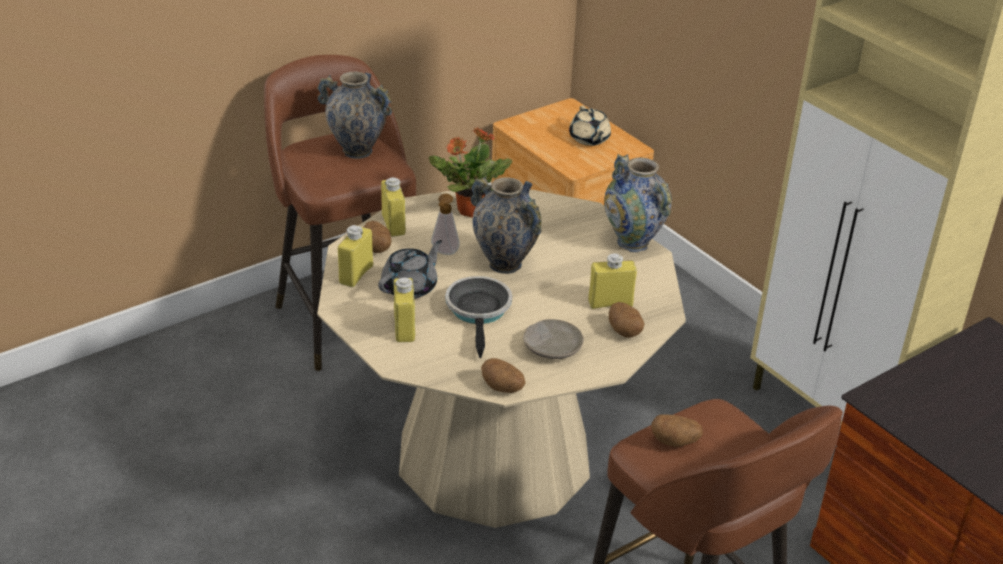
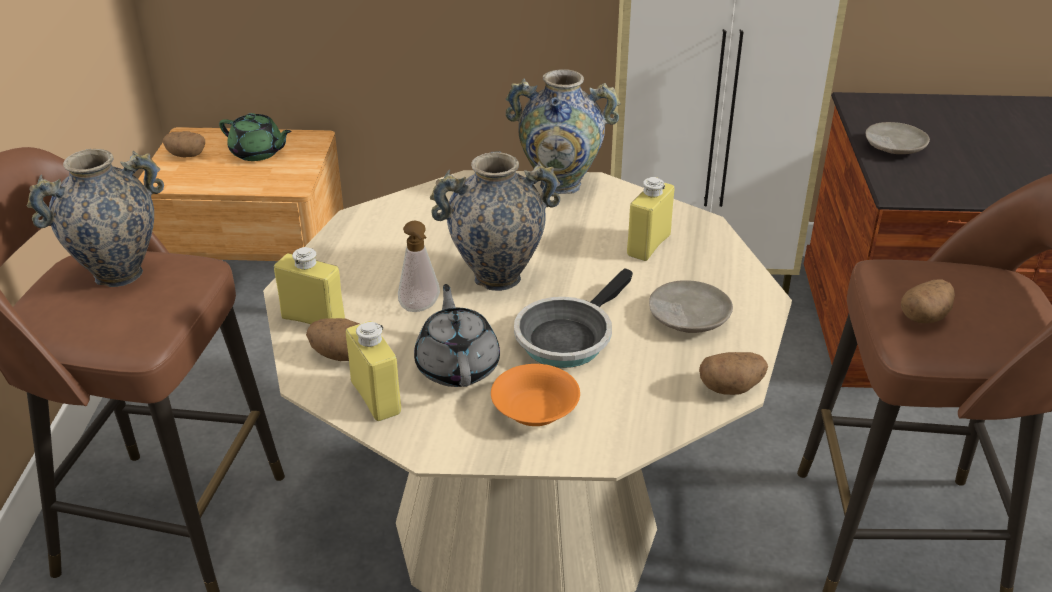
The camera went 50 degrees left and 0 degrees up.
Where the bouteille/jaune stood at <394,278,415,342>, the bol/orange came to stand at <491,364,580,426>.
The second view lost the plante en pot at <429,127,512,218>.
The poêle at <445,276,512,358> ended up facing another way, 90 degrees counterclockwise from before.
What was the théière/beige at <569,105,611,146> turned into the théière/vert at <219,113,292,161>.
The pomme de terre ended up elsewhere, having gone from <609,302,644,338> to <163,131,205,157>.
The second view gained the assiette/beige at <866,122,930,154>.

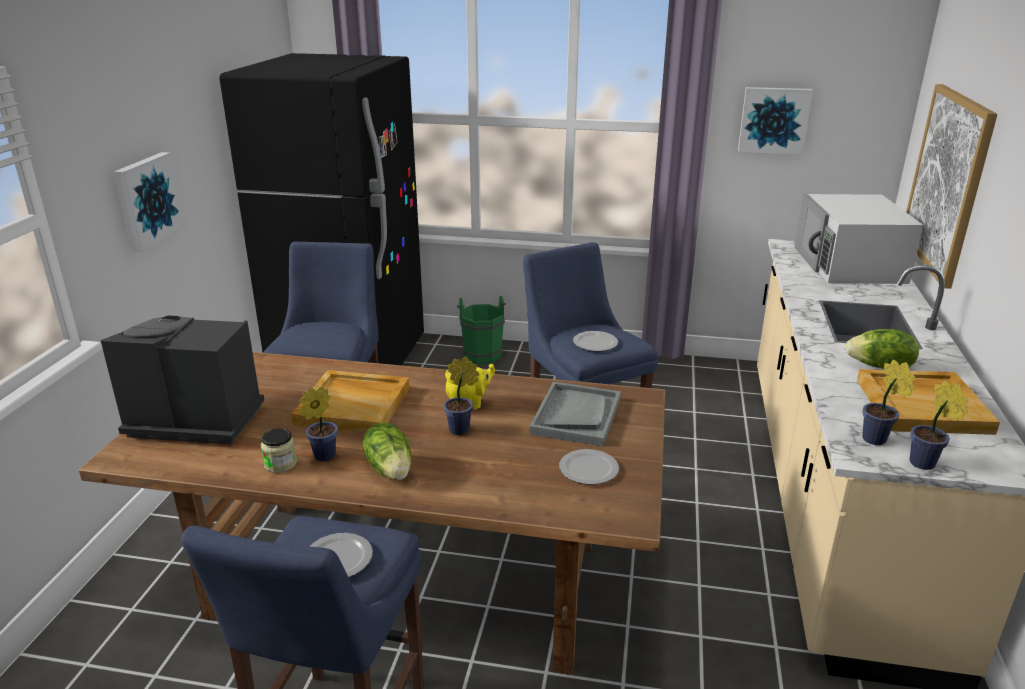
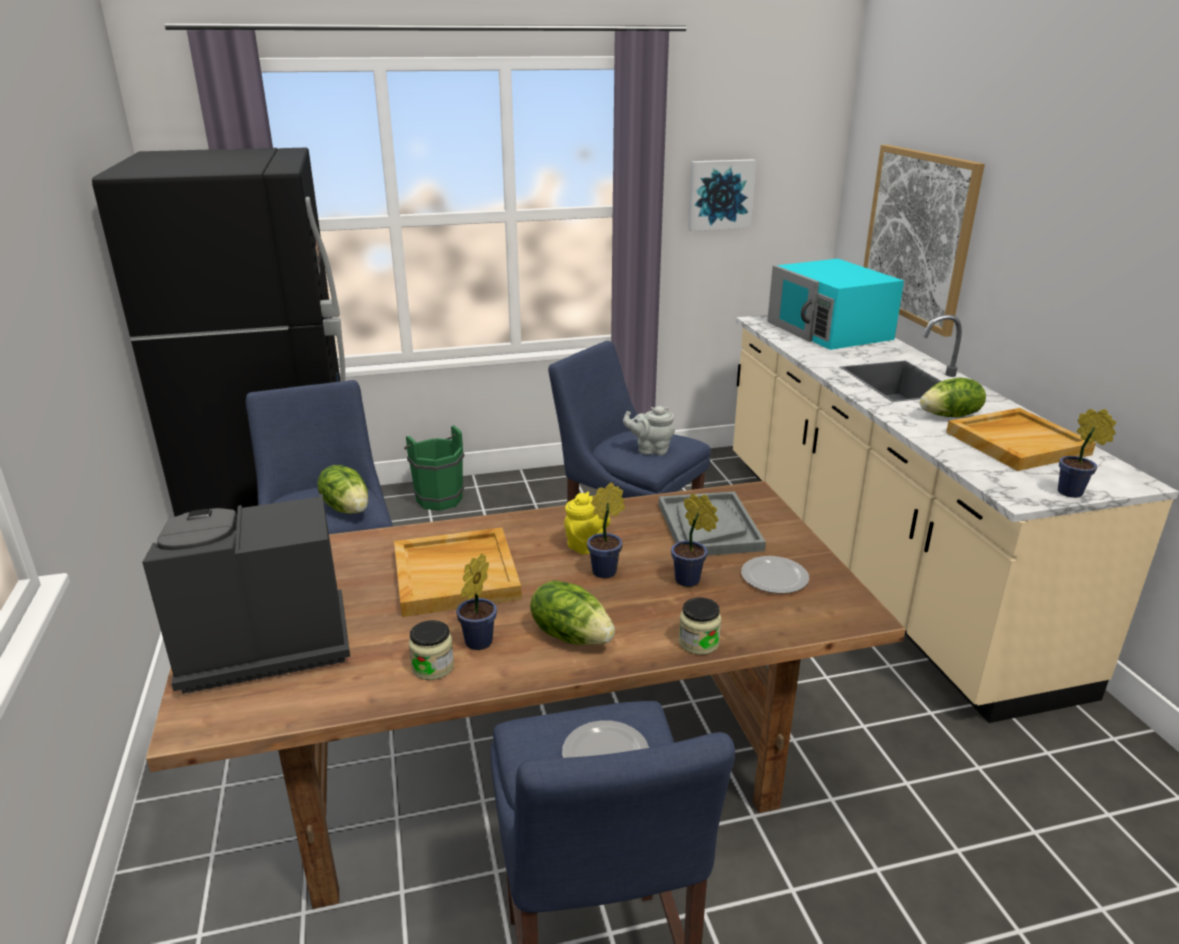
The camera went 25 degrees left and 0 degrees up.
The second view lost the tableau at <114,152,185,252>.
Where the assiette stood at <573,331,618,351>, the théière/gris came to stand at <623,406,675,455>.
What was the micro-ondes/blanc at <794,194,923,284> turned into the micro-ondes/turquoise at <767,259,904,350>.
The plante en pot ended up elsewhere, having gone from <862,360,915,445> to <671,494,719,587>.
The second view gained the laitue at <317,465,368,514>.
The second view gained the bocal at <679,597,721,655>.

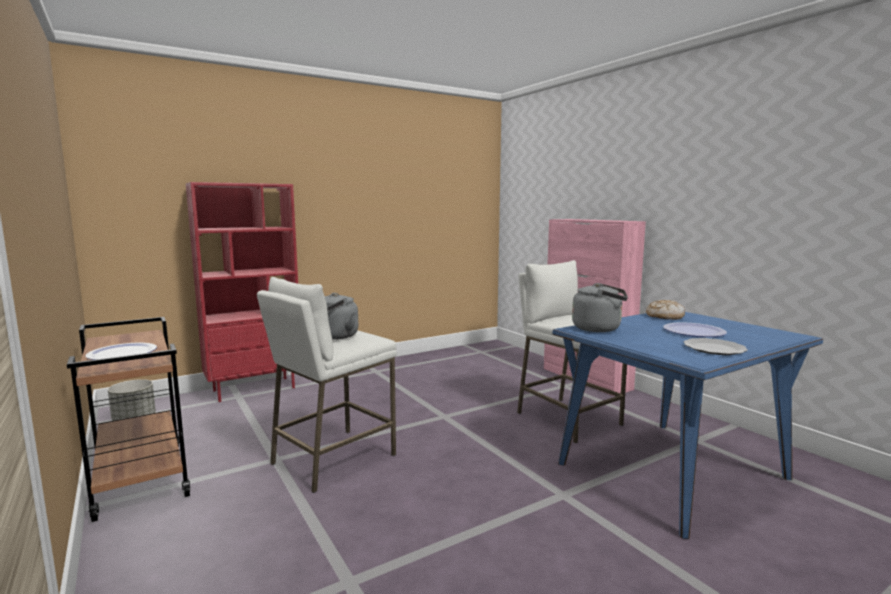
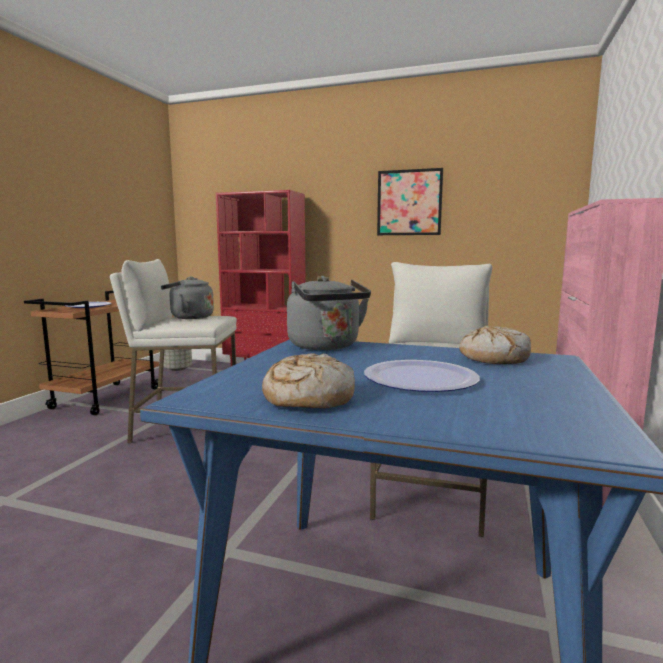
The camera went 50 degrees right and 0 degrees up.
Where the assiette stood at <684,338,748,355>, the pain came to stand at <262,353,355,408>.
The second view gained the tableau at <377,168,443,235>.

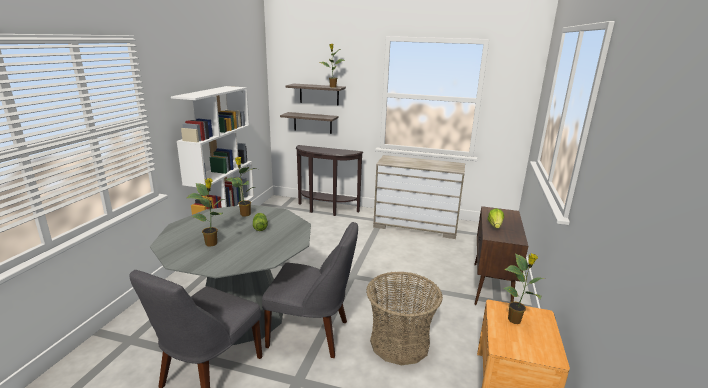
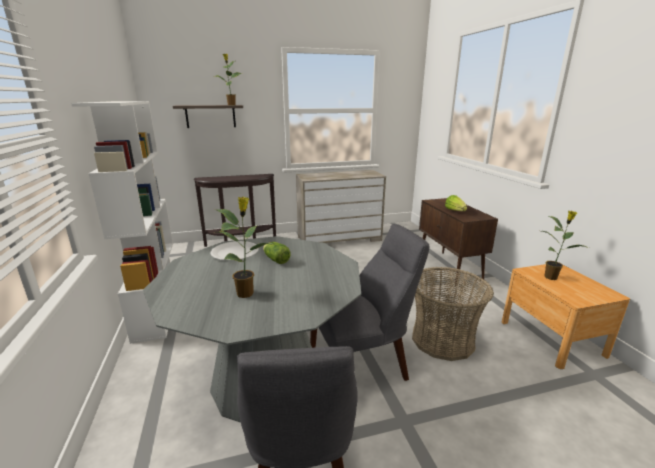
The camera went 30 degrees left and 0 degrees up.
Where the plante en pot stood at <225,157,256,217>, the assiette/blanc came to stand at <210,241,259,261>.
The second view lost the étagère at <280,112,338,134>.

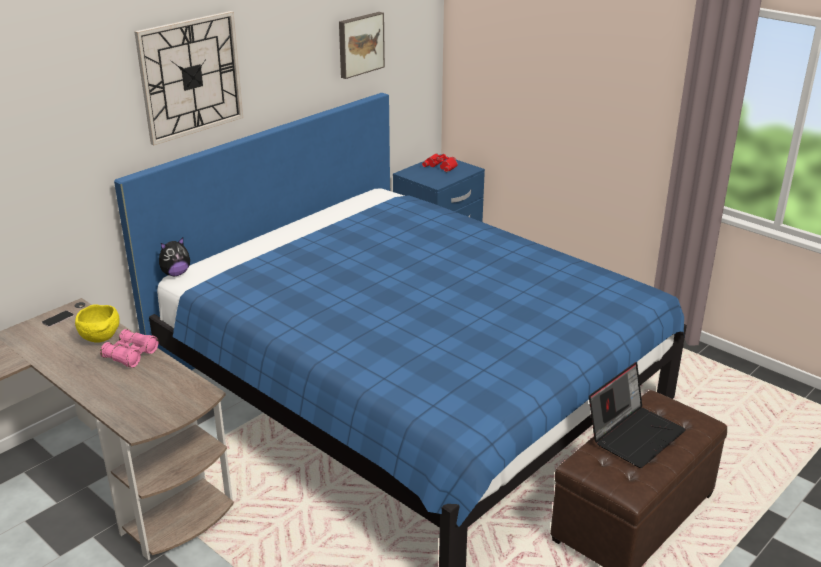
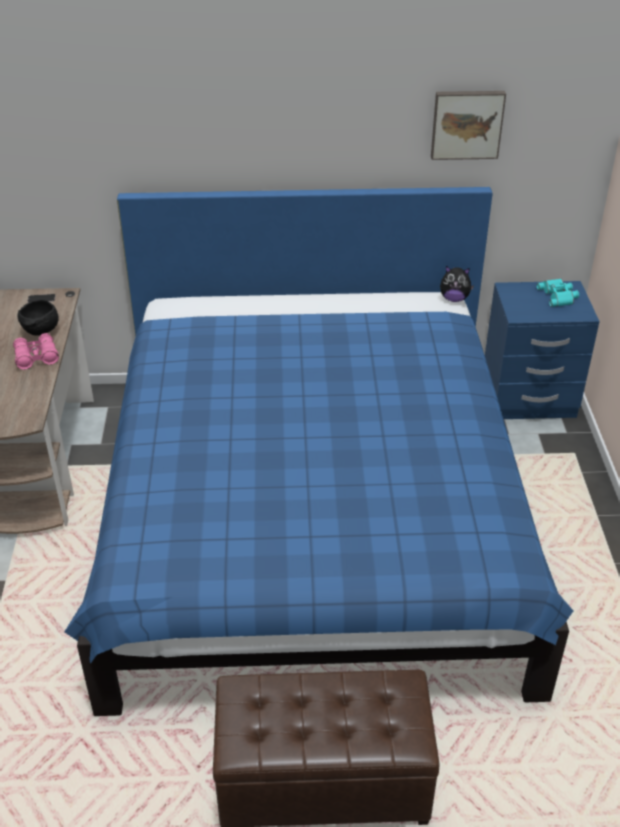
The camera went 45 degrees right and 10 degrees up.
What was the bol/jaune at <75,304,120,343> turned into the bol/noir at <18,299,59,336>.
The second view lost the horloge murale at <134,11,243,145>.
The peluche ended up elsewhere, having gone from <159,238,190,276> to <440,266,474,302>.
What was the jumelles/rouge at <422,153,458,172> turned into the jumelles/turquoise at <537,279,579,307>.
The second view lost the ordinateur portable at <589,362,686,468>.

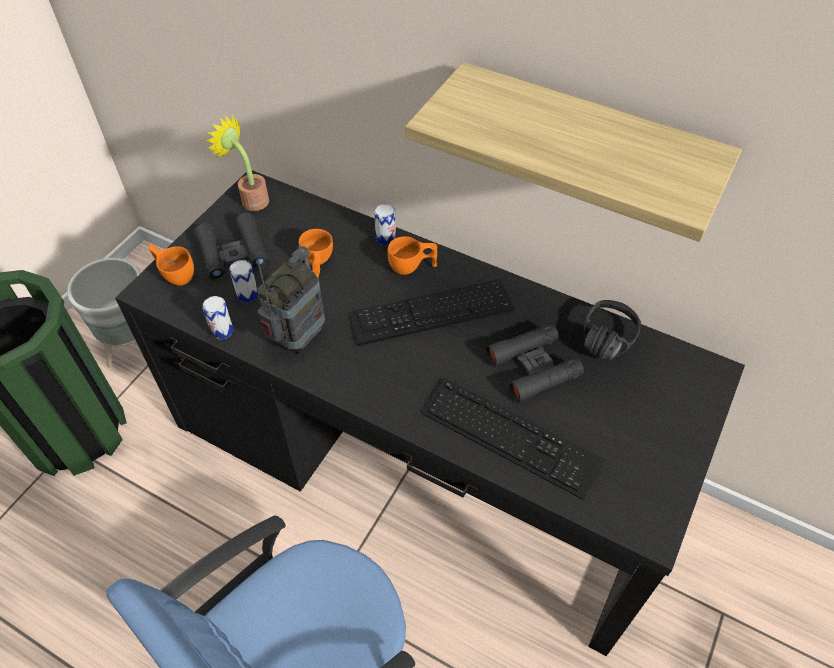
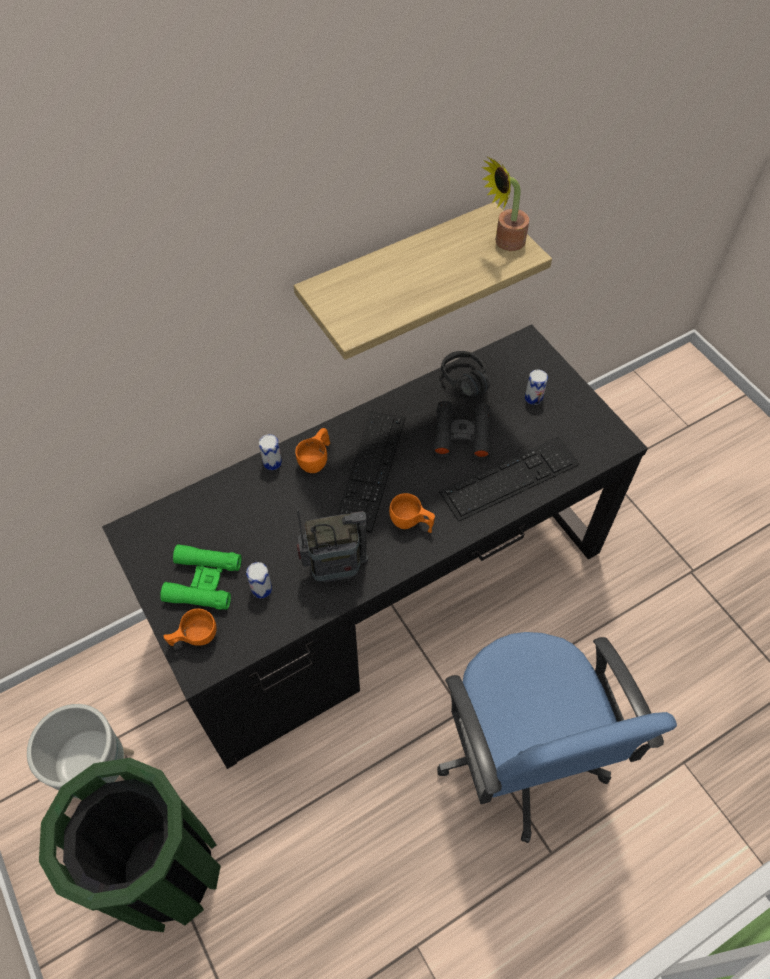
The camera went 60 degrees left and 5 degrees up.
What was the jumelles/noir at <194,213,268,281> turned into the jumelles/vert at <160,544,241,610>.
The boîte métallique ended up elsewhere, having gone from <202,296,233,339> to <525,370,548,405>.
The plante en pot ended up elsewhere, having gone from <205,114,269,211> to <481,157,529,251>.
The radio at <257,246,325,354> ended up facing another way, 105 degrees clockwise from before.
The tasse/orange ended up elsewhere, having gone from <299,229,333,277> to <389,493,435,533>.

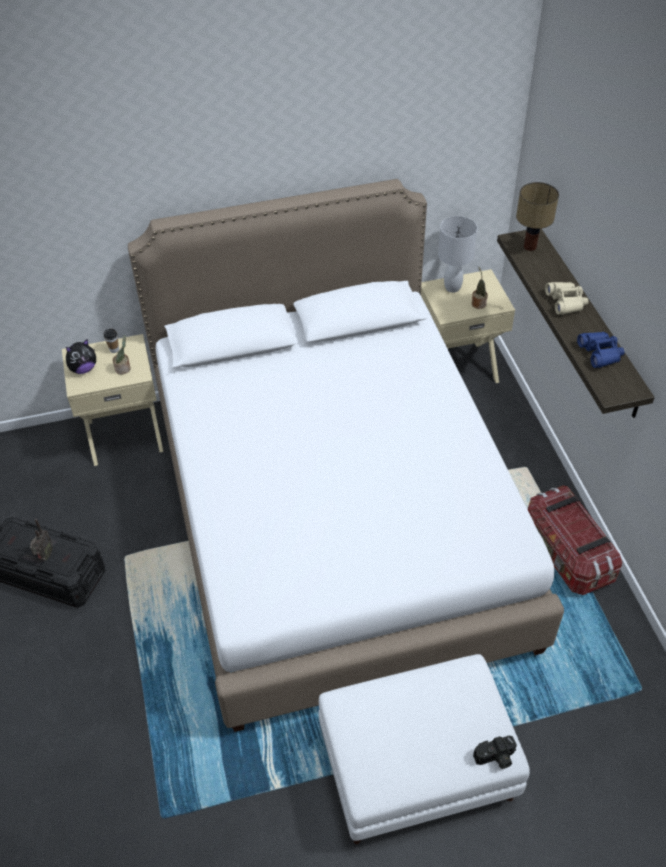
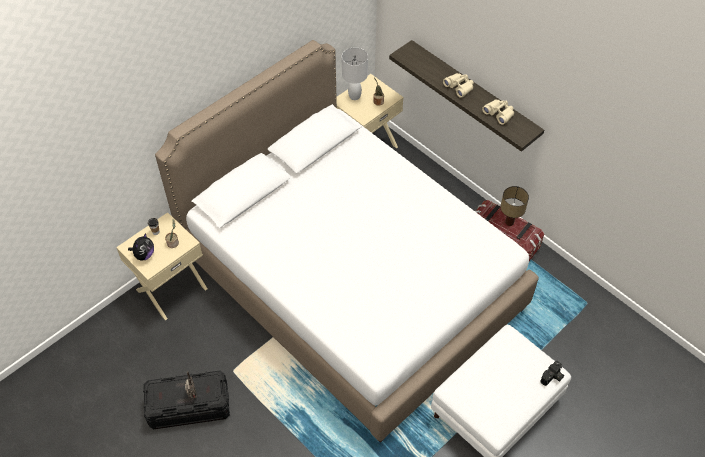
The camera went 30 degrees left and 5 degrees up.
The lampe de table ended up elsewhere, having gone from <516,182,559,251> to <500,186,529,226>.
What was the jumelles/bleu at <577,332,625,368> turned into the jumelles/beige at <482,100,514,125>.

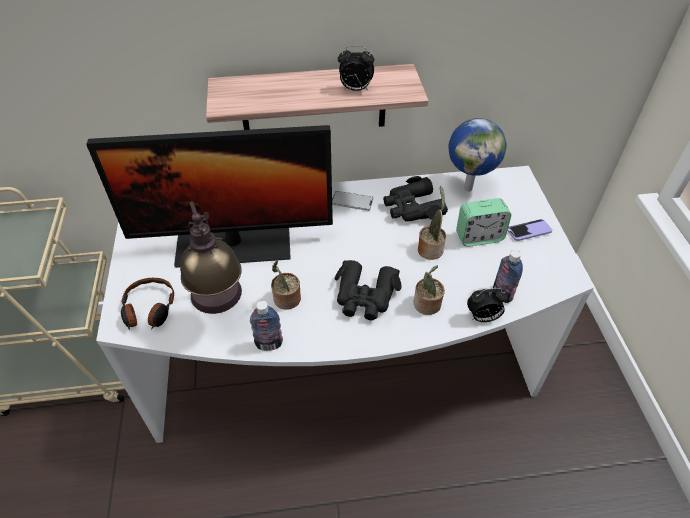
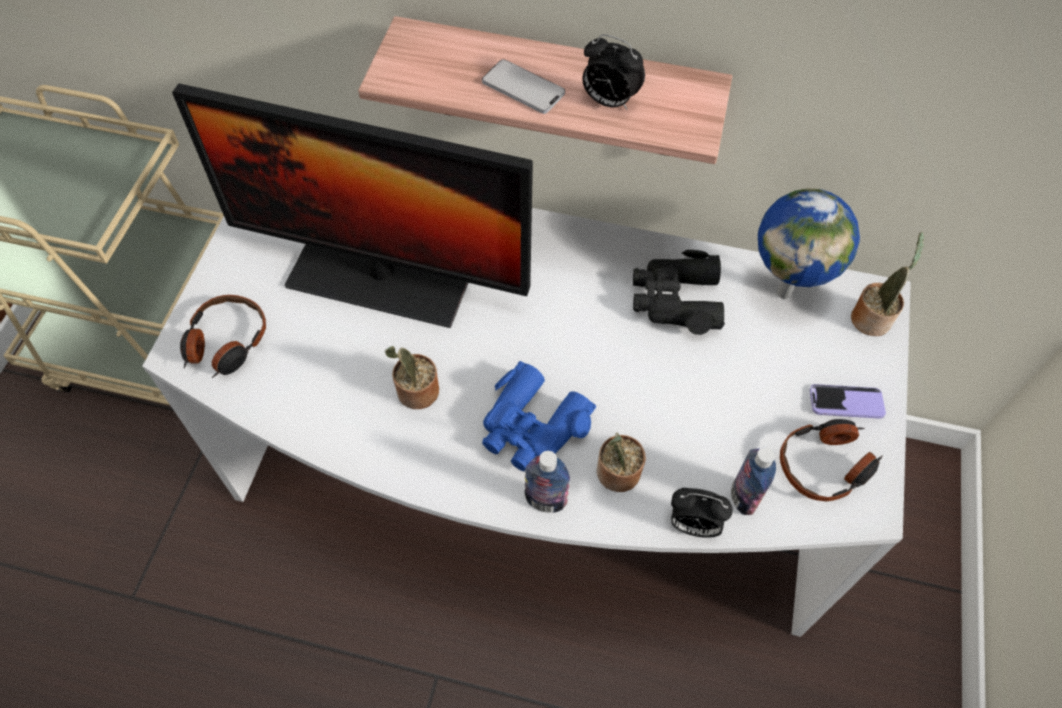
The camera went 20 degrees right and 10 degrees up.
The second view lost the lampe de table at <180,201,242,314>.
The bouteille ended up elsewhere, having gone from <250,301,283,351> to <524,451,570,513>.
The téléphone ended up elsewhere, having gone from <332,191,373,211> to <482,59,565,114>.
What was the jumelles/noir at <335,260,401,321> turned into the jumelles/bleu at <482,361,596,471>.
The plante en pot ended up elsewhere, having gone from <418,186,446,260> to <851,232,924,336>.
The second view lost the réveil at <456,198,511,247>.
The second view gained the casque audio at <780,419,883,502>.

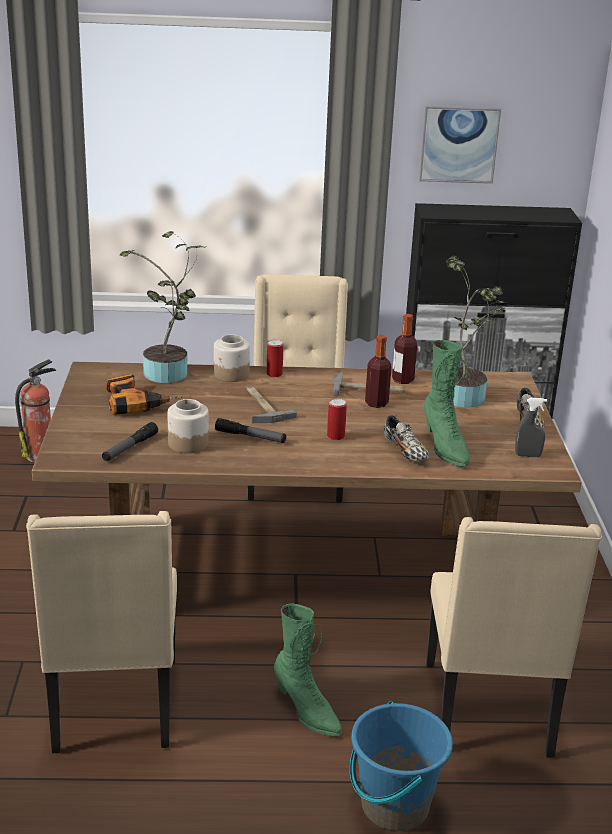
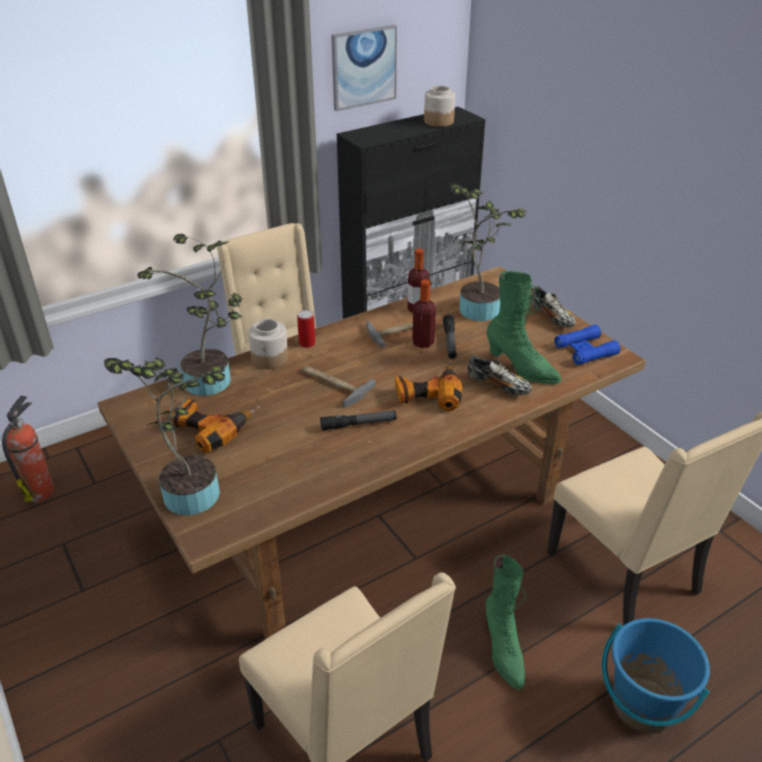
The camera went 30 degrees left and 10 degrees up.
The lampe de poche ended up elsewhere, having gone from <102,422,158,461> to <443,314,457,359>.
The bocal ended up elsewhere, having gone from <168,399,209,453> to <424,86,455,127>.
The botte/vert at <274,604,342,737> ended up facing another way, 60 degrees clockwise from before.
Where the boîte métallique stood at <327,398,347,440>, the perceuse came to stand at <395,360,462,411>.
Where the vaporisateur/gris stood at <515,398,547,457>, the jumelles/bleu came to stand at <554,325,621,365>.
The second view gained the plante en pot at <104,357,225,515>.

